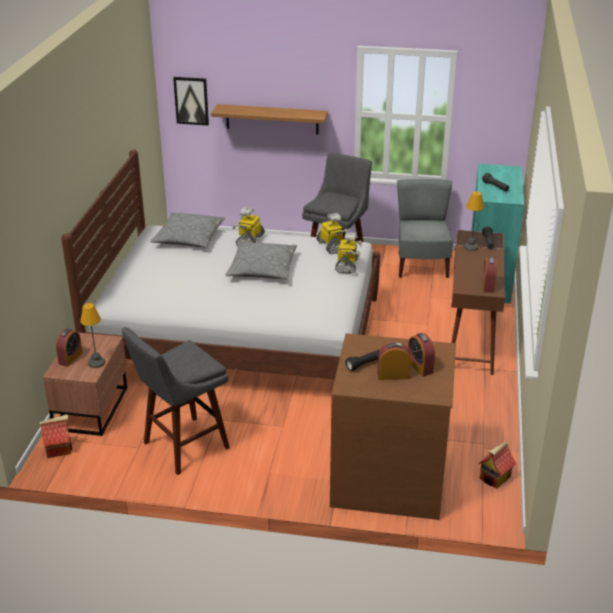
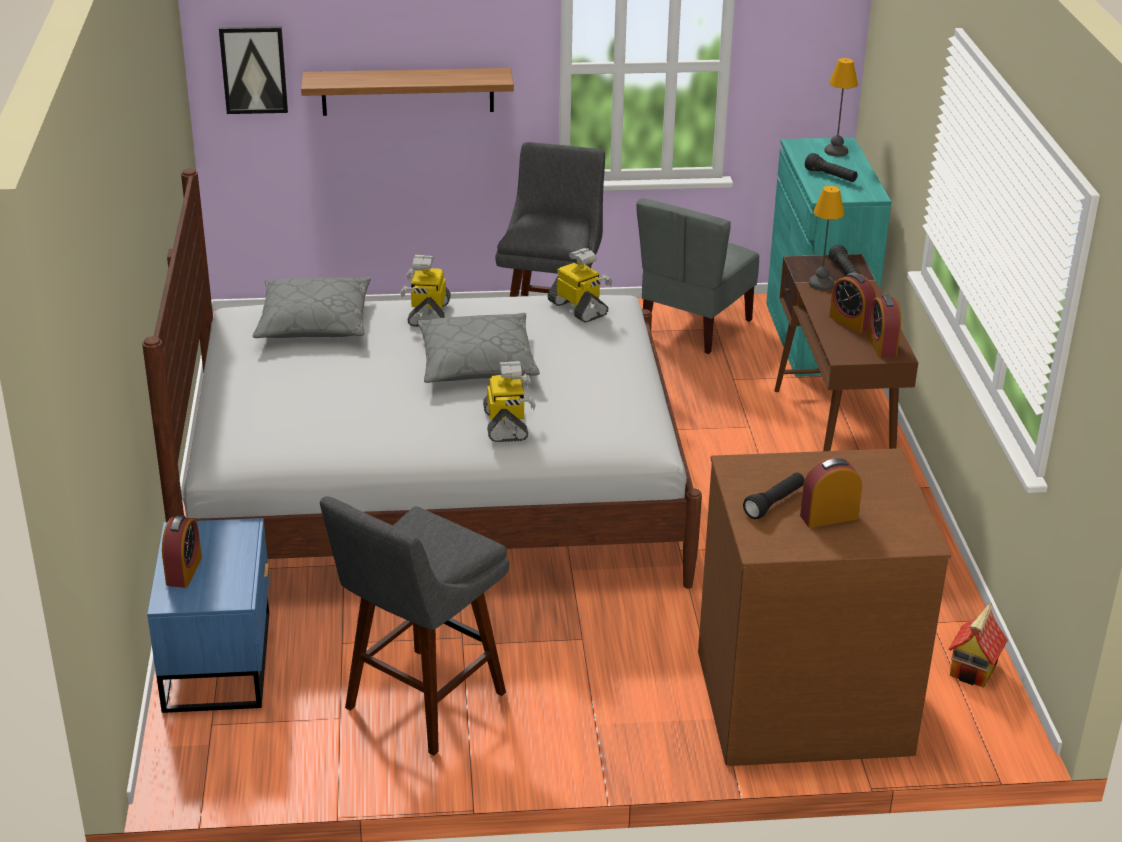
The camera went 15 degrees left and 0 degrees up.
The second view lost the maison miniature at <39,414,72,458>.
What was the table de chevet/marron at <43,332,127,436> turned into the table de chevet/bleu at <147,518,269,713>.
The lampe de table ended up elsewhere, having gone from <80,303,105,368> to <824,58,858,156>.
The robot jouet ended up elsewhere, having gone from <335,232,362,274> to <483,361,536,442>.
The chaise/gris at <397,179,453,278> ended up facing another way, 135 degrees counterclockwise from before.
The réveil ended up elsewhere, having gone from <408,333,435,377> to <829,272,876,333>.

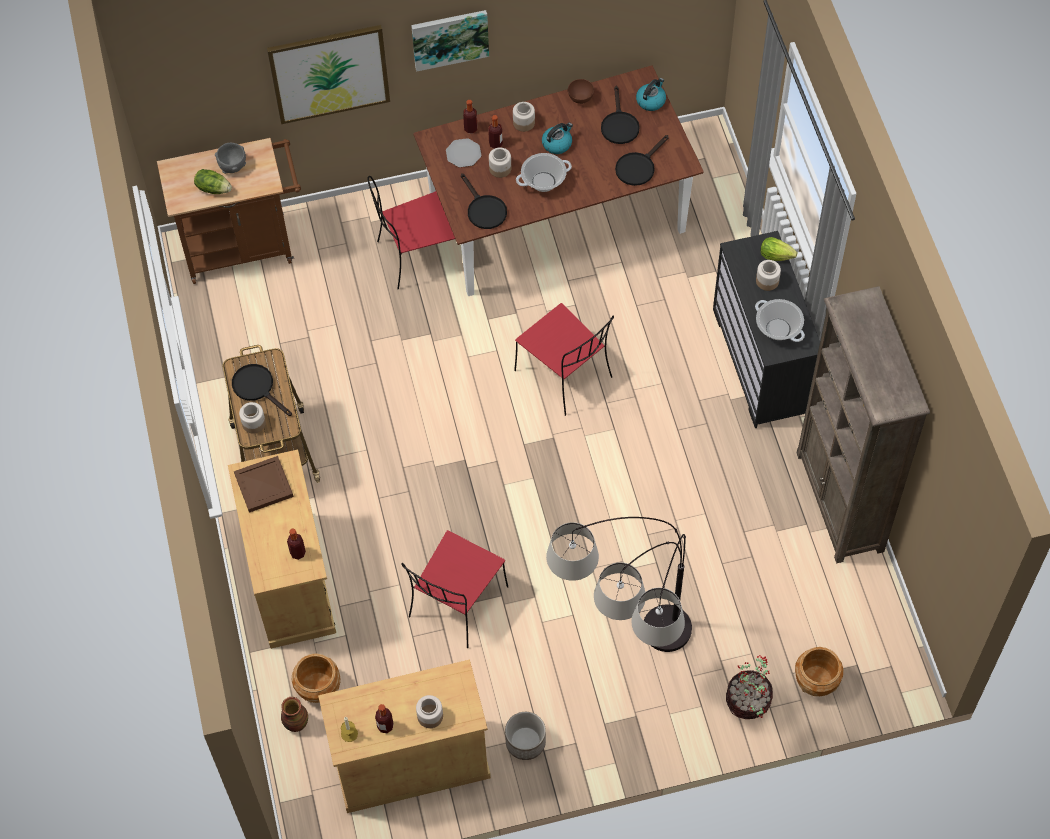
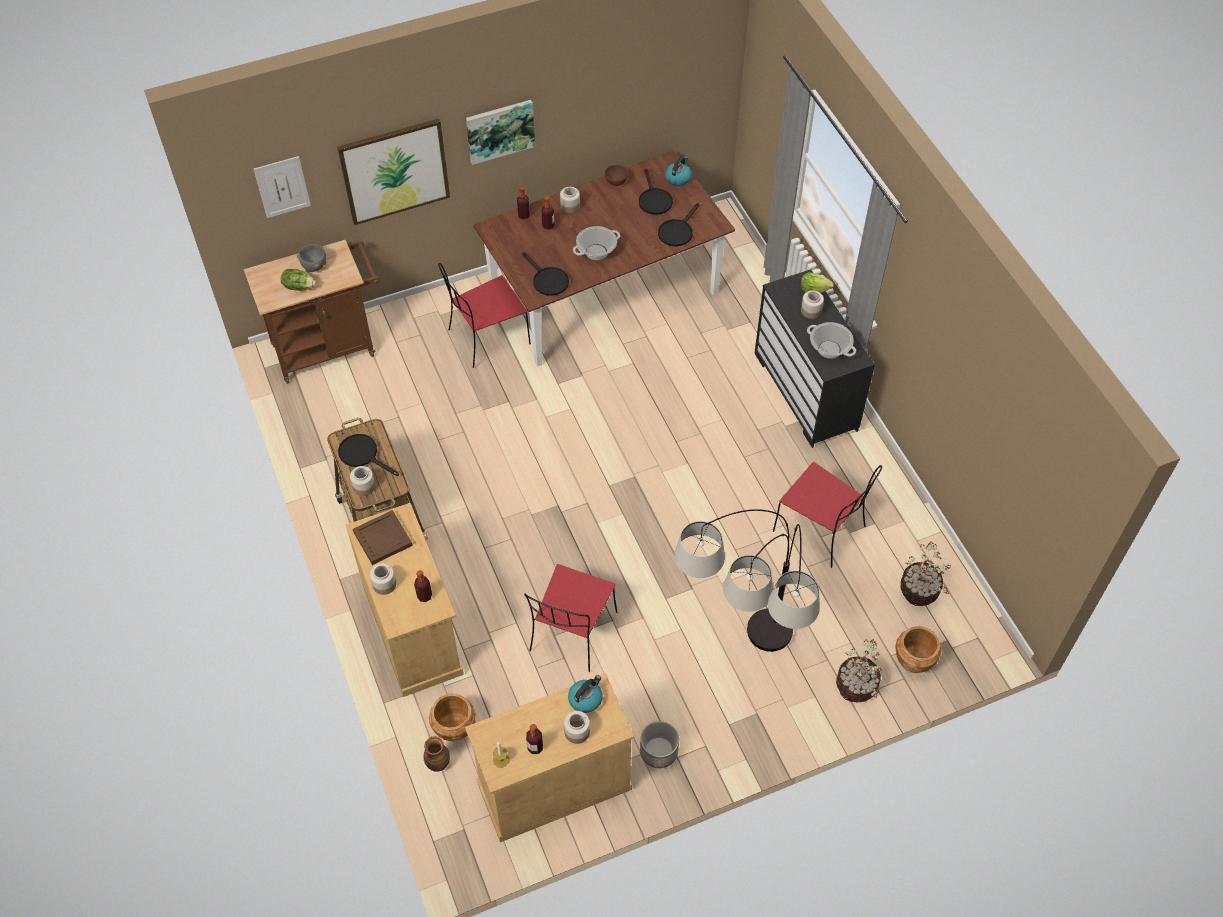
The camera went 10 degrees left and 5 degrees down.
The second view lost the assiette at <446,138,481,167>.
The bocal ended up elsewhere, having gone from <489,147,511,178> to <370,563,396,595>.
The chaise/rouge ended up elsewhere, having gone from <514,303,614,416> to <773,462,882,568>.
The bouilloire ended up elsewhere, having gone from <542,123,573,154> to <568,675,603,713>.
The second view lost the bibliothèque/marron at <797,286,930,563>.
The second view gained the tableau at <254,156,311,218>.
The second view gained the plante en pot at <900,541,951,606>.

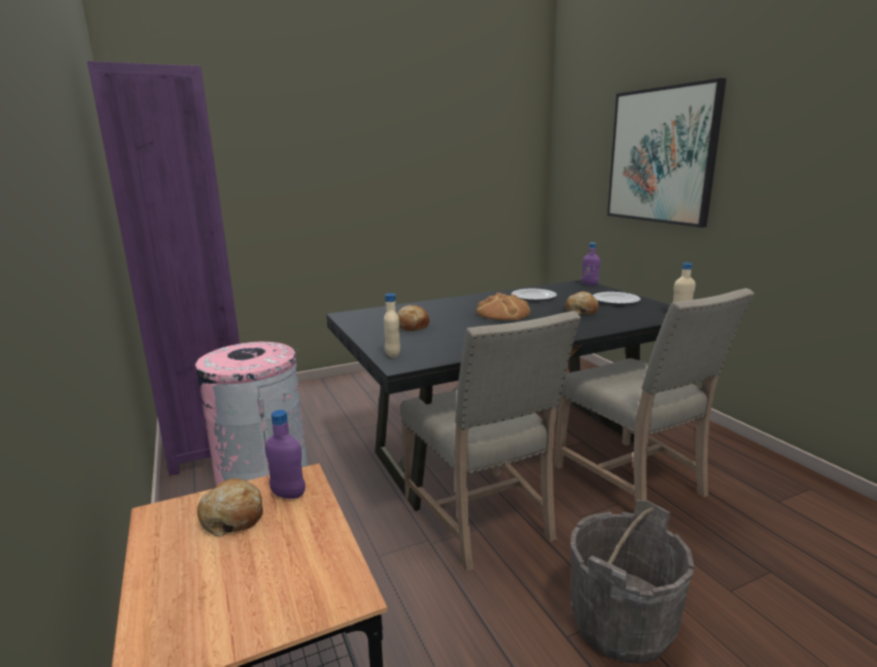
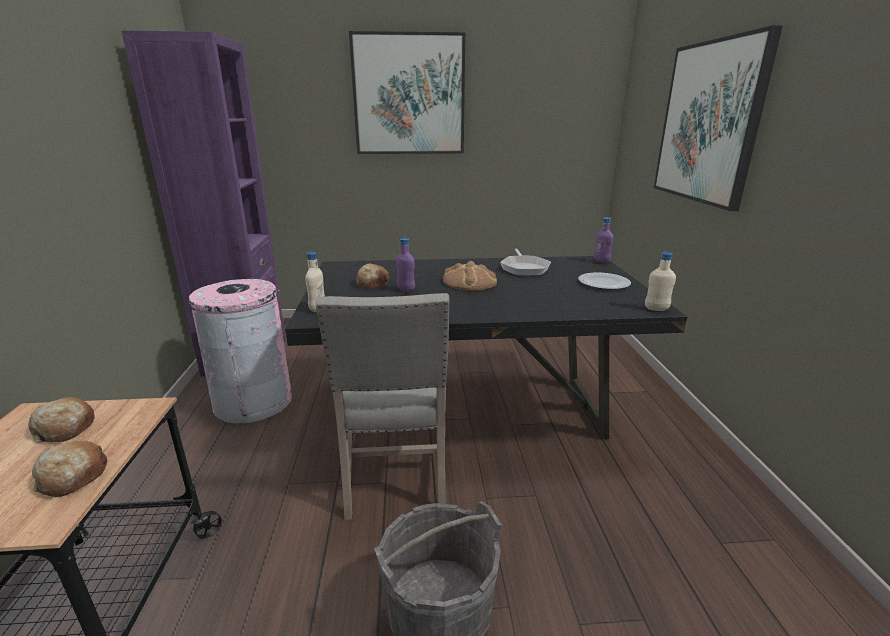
The camera went 20 degrees right and 5 degrees up.
The bouteille/violet ended up elsewhere, having gone from <265,410,305,499> to <396,238,415,292>.
Where the assiette stood at <511,289,557,301>, the poêle came to stand at <500,249,551,276>.
The second view lost the chaise/beige at <554,288,754,501>.
The pain ended up elsewhere, having gone from <565,291,598,314> to <32,441,107,497>.
The second view gained the tableau at <349,31,465,154>.

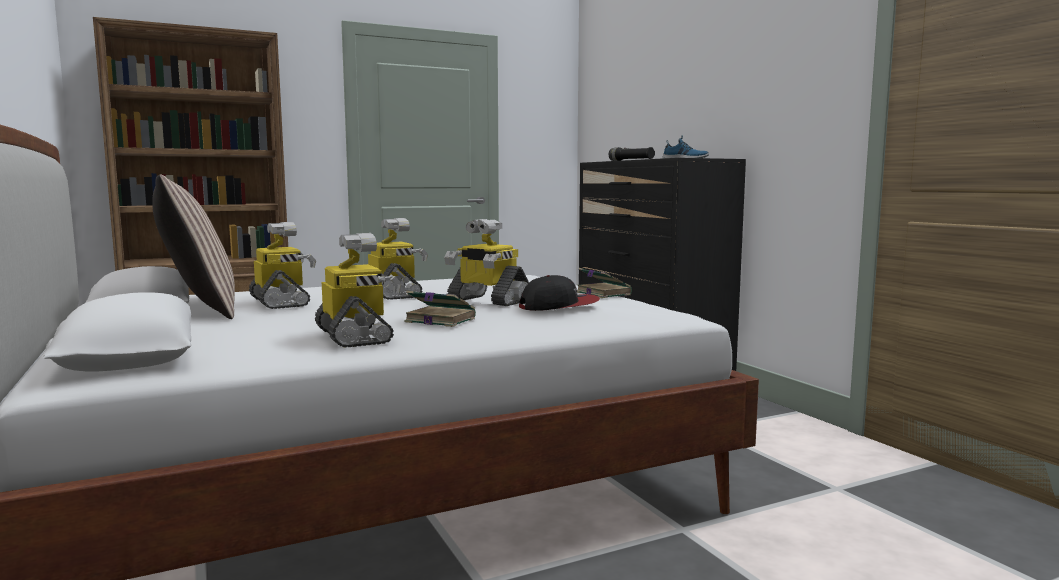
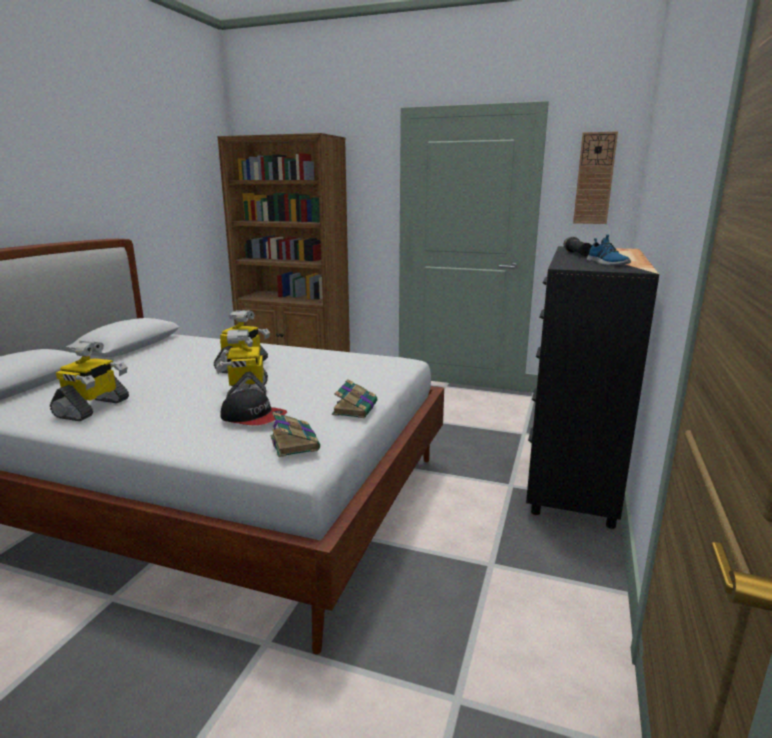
The camera went 45 degrees right and 10 degrees up.
The second view lost the coussin at <152,175,235,319>.
The second view lost the robot jouet at <249,222,316,309>.
The livre ended up elsewhere, having gone from <404,291,476,327> to <271,412,320,457>.
The second view gained the horloge murale at <573,131,618,224>.

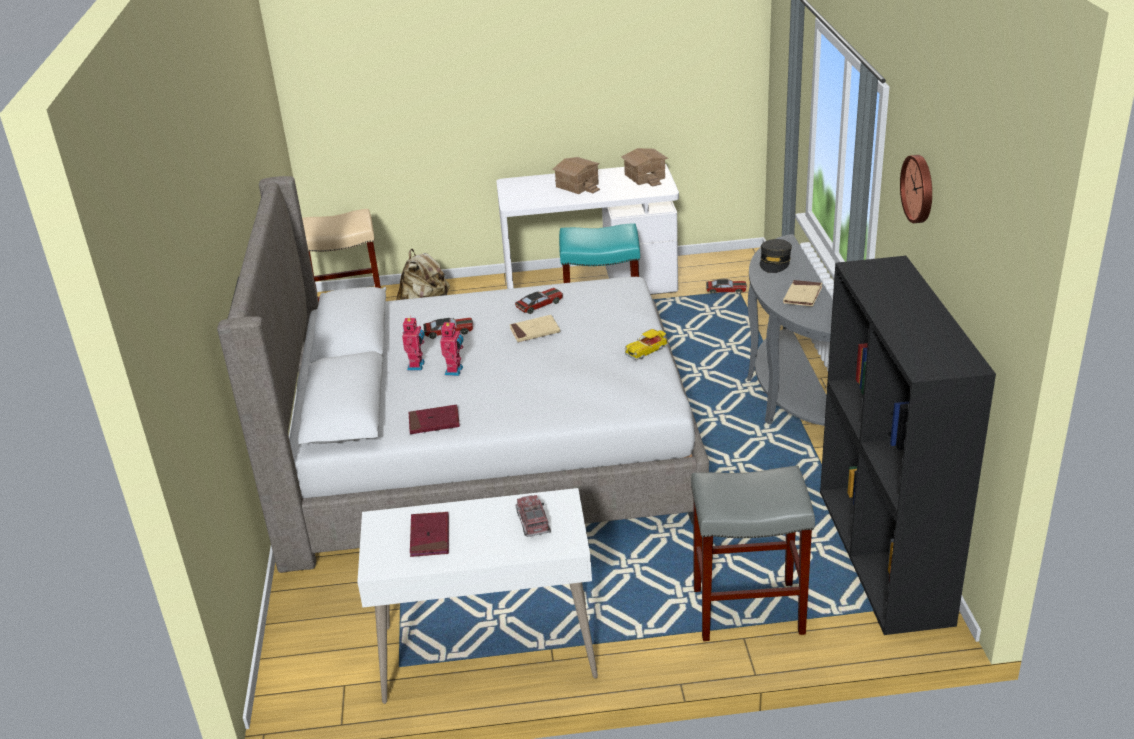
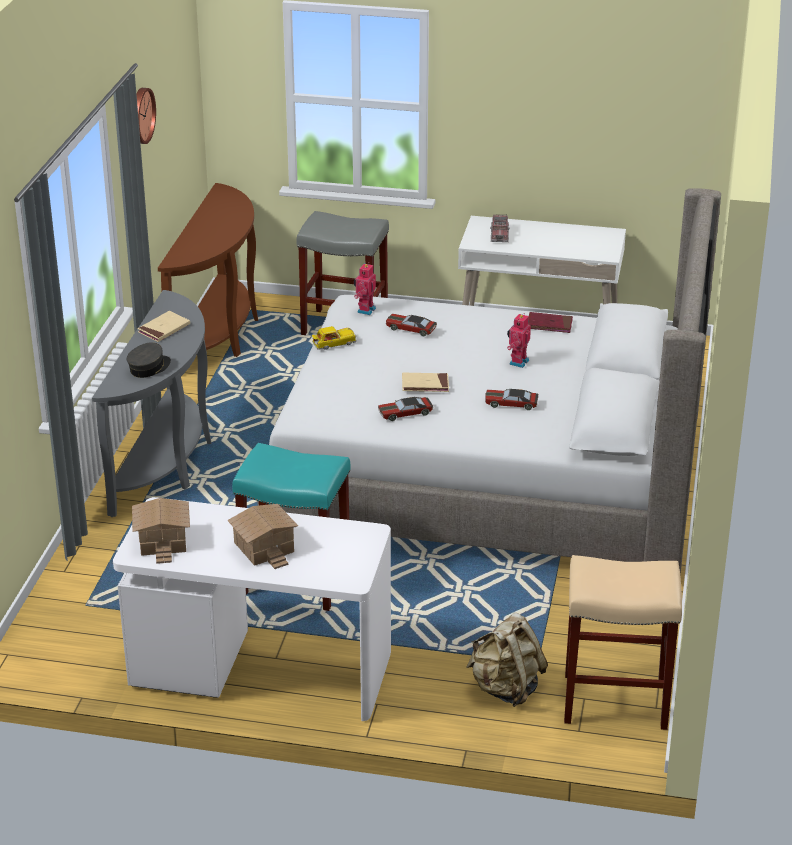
The camera went 165 degrees left and 0 degrees up.
The robot jouet ended up elsewhere, having gone from <402,316,425,371> to <354,262,376,315>.
The second view lost the livre/rouge at <410,512,449,557>.
The petite voiture ended up elsewhere, having gone from <706,279,747,293> to <386,314,437,336>.
Where the bibliothèque/noir stood at <820,256,996,635>, the table console/marron came to stand at <158,183,258,357>.

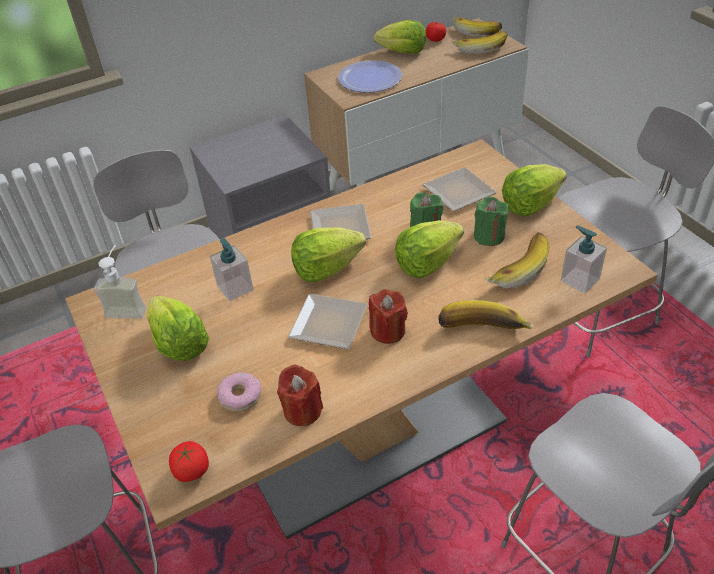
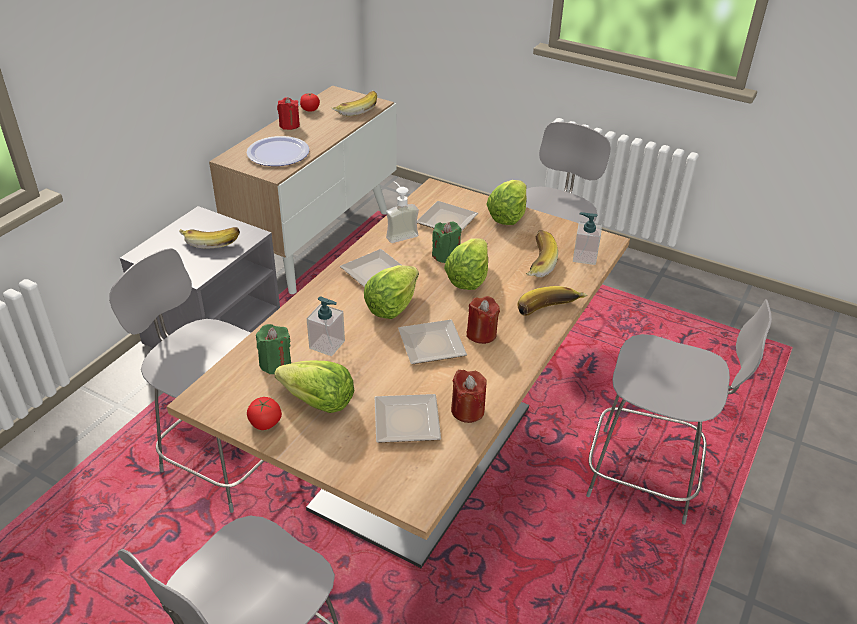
The camera went 35 degrees left and 5 degrees down.
The distributeur de savon ended up elsewhere, having gone from <94,245,146,319> to <386,181,419,243>.
The tomate ended up elsewhere, having gone from <169,441,209,482> to <247,397,282,430>.
Where the beignet stood at <217,372,261,412>, the assiette came to stand at <375,394,441,443>.
Where the laitue stood at <374,20,426,54>, the bougie/rouge came to stand at <277,97,300,130>.
The banane ended up elsewhere, having gone from <453,16,502,37> to <179,227,240,249>.
The bougie/vert ended up elsewhere, having gone from <474,196,508,246> to <256,324,291,374>.

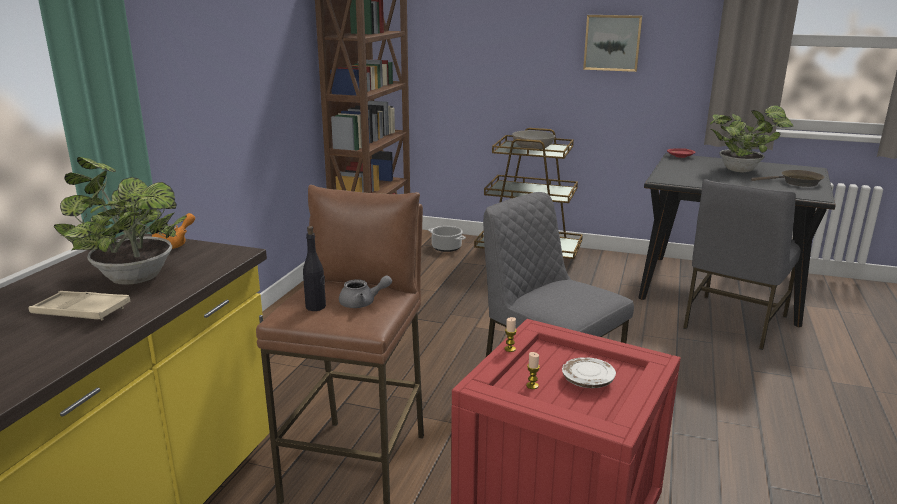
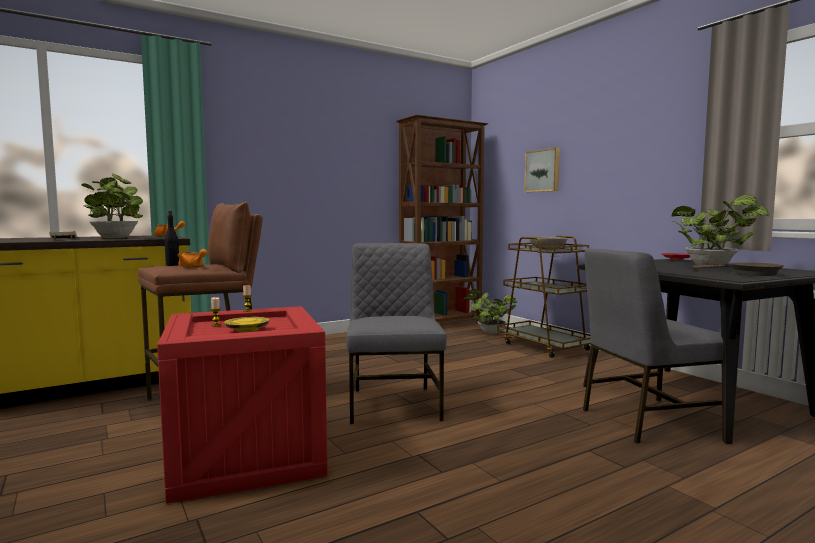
The camera went 40 degrees right and 15 degrees down.
What was the théière/gris at <339,276,392,308> turned into the théière/orange at <177,249,207,267>.
Where the marmite stood at <428,226,466,252>, the plante en pot came to stand at <463,289,517,334>.
What was the assiette/blanc at <562,357,616,388> turned into the assiette/jaune at <224,317,269,333>.
The tableau ended up elsewhere, having gone from <583,15,642,72> to <524,147,560,192>.

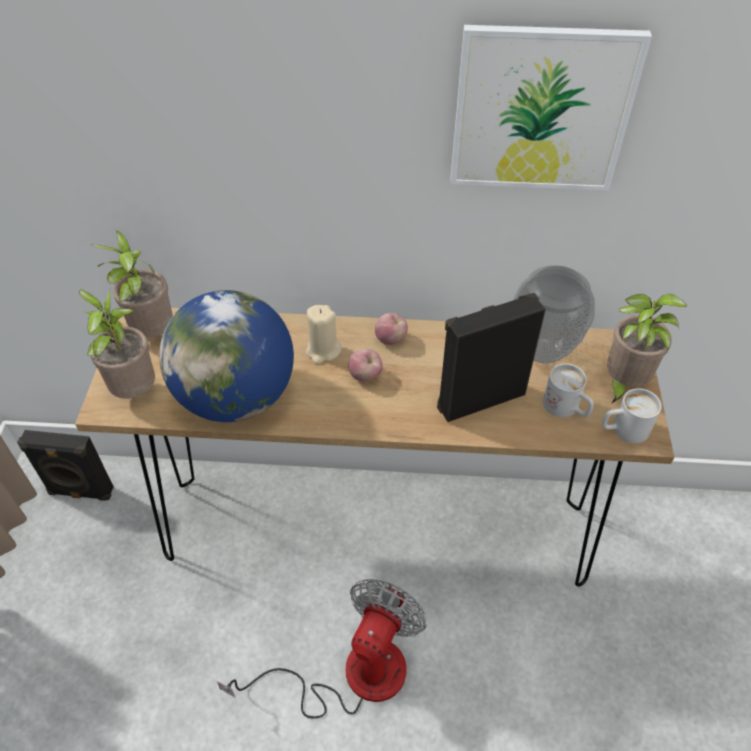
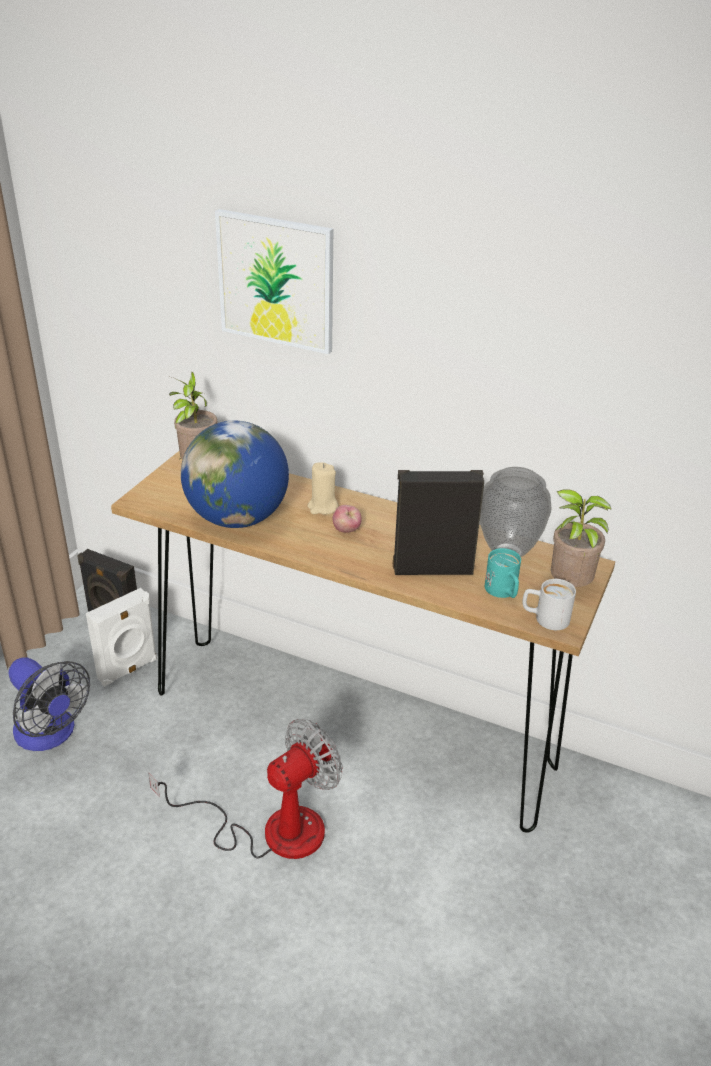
The camera went 20 degrees right and 15 degrees down.
The second view lost the plante en pot at <79,286,155,399>.
The second view lost the pomme at <375,313,408,345>.
The tableau ended up elsewhere, having gone from <450,25,652,190> to <215,209,333,354>.
What was the mug/blanc at <543,363,594,417> turned into the mug/turquoise at <485,548,521,598>.
The second view gained the ventilateur at <8,658,90,751>.
The second view gained the enceinte/blanc at <86,588,157,687>.

